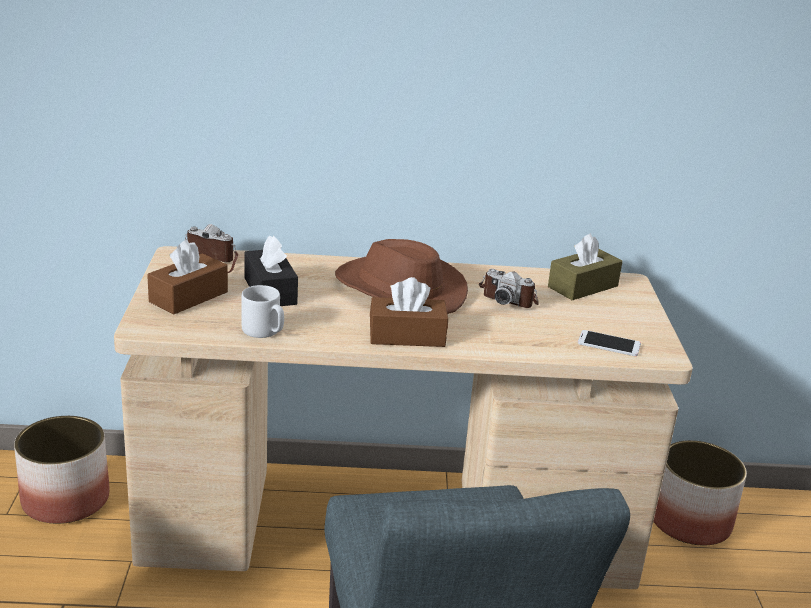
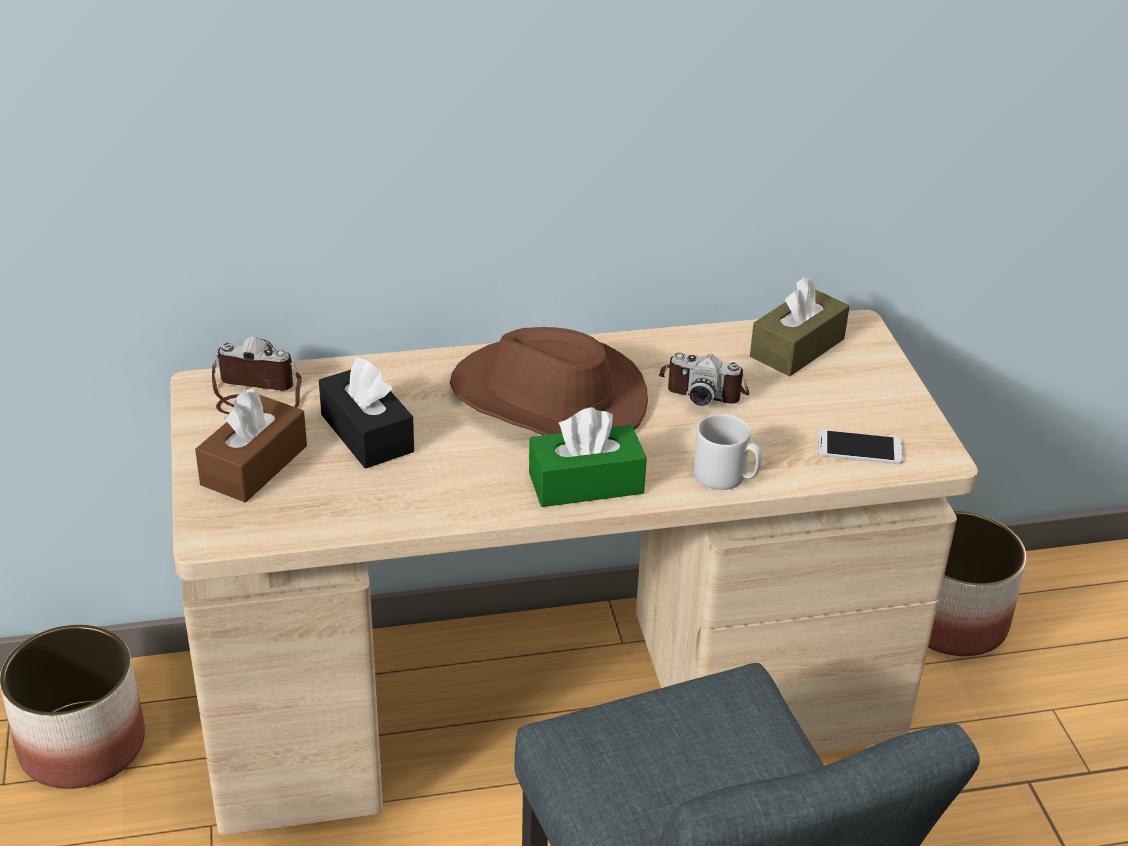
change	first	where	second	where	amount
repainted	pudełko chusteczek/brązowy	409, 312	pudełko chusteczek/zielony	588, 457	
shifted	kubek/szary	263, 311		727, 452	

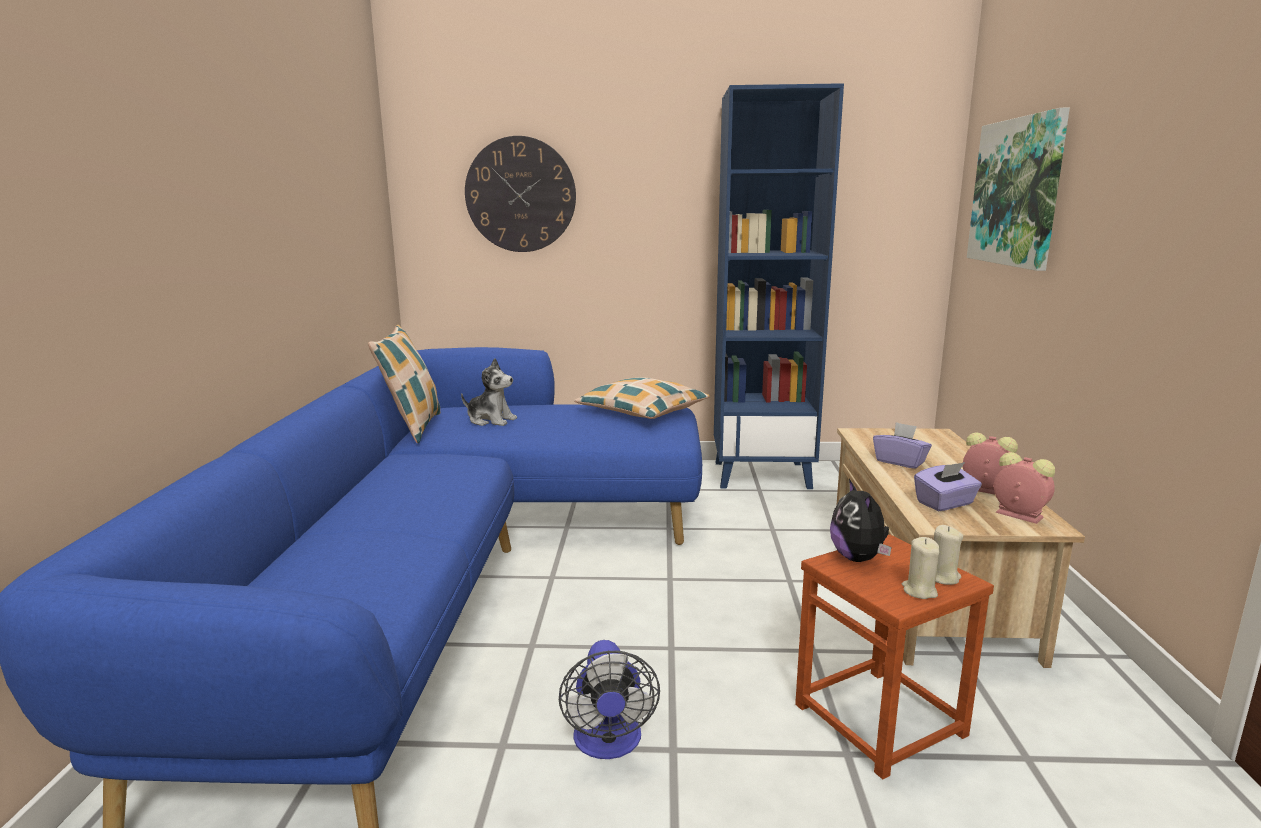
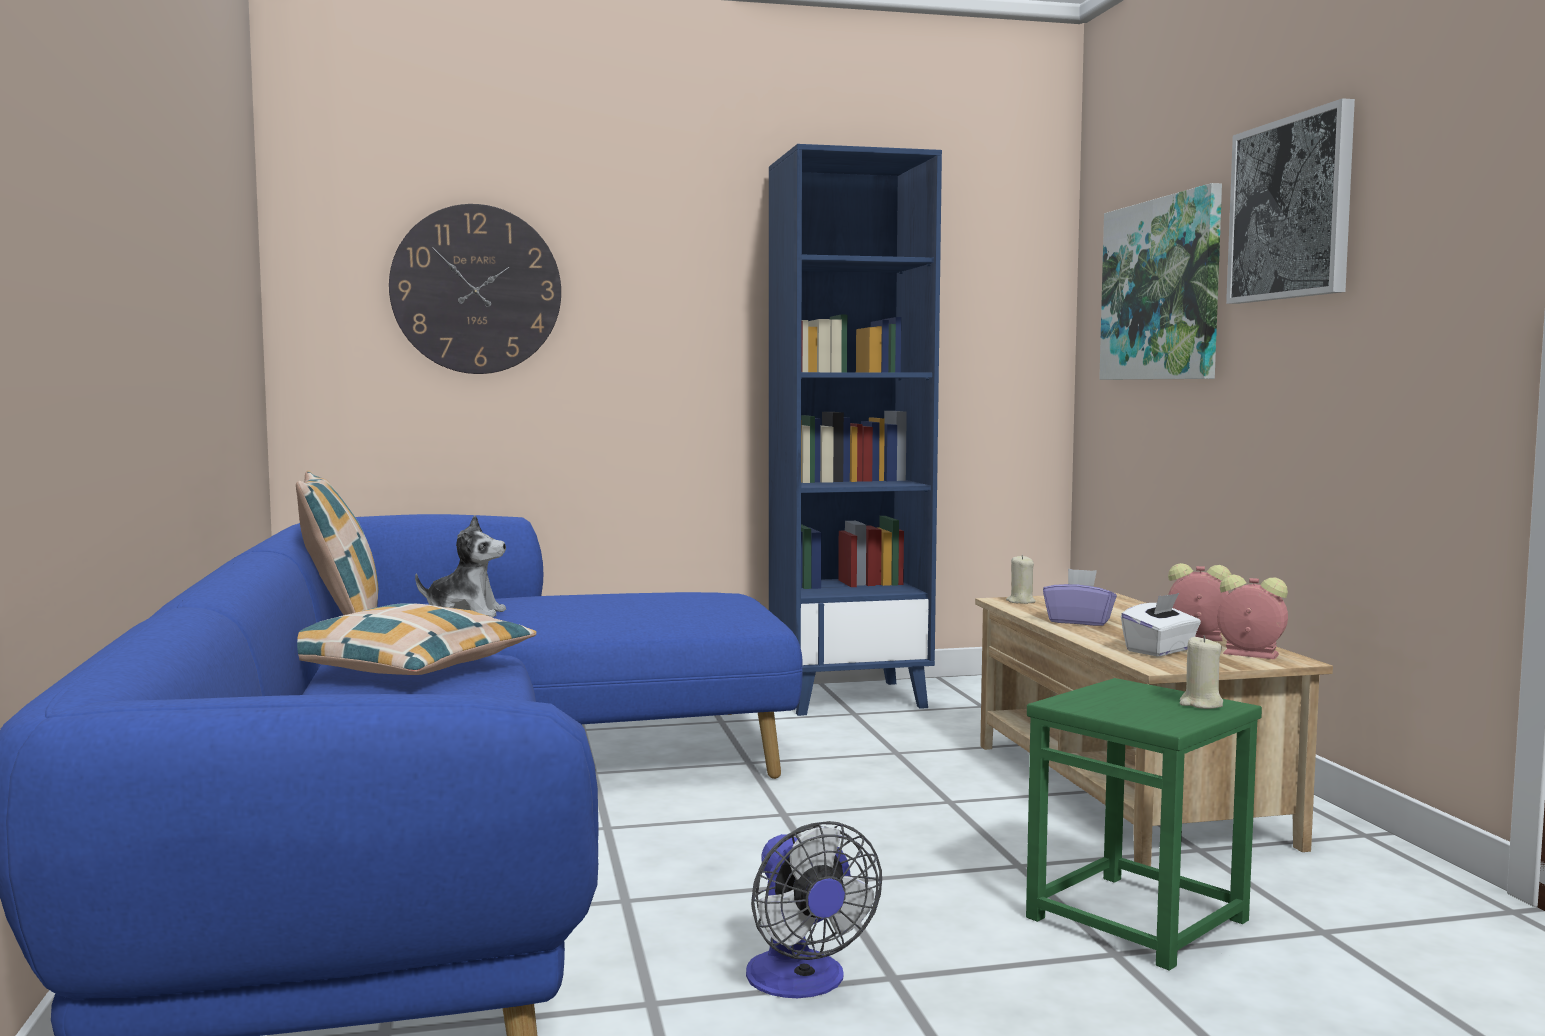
change	first	where	second	where	amount
shifted	poduszka	642, 398		417, 639	
shifted	świeca/beżowy	921, 568		1021, 579	
repainted	stołek/brązowy	894, 657	stołek/zielony	1144, 824	
repainted	pudełko chusteczek/fioletowy	948, 486	pudełko chusteczek/biały	1161, 625	
new			obraz	1290, 201	
gone	pluszak	861, 520			

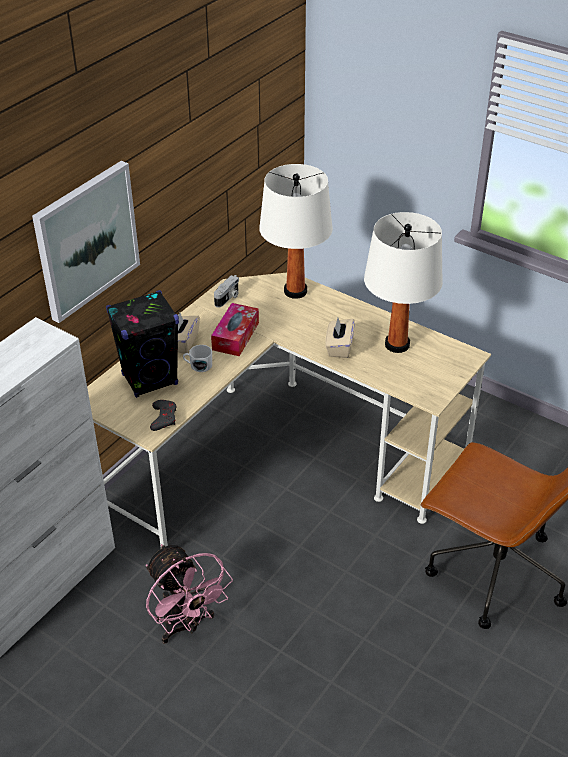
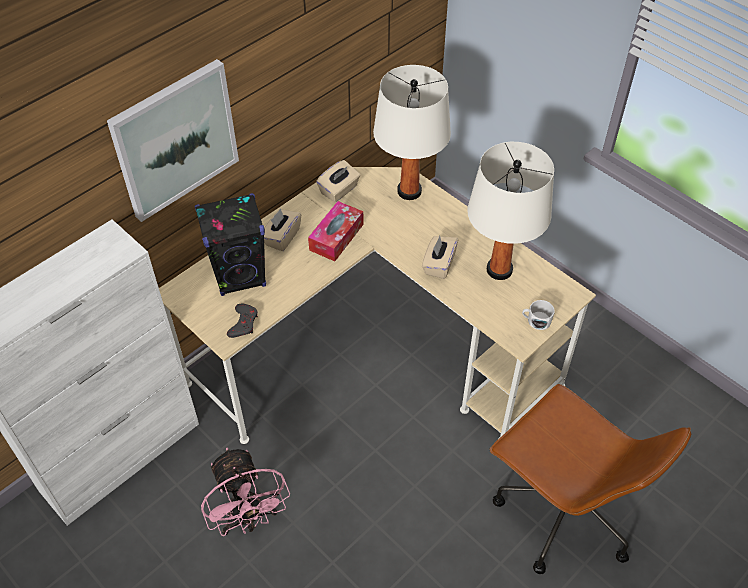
change	first	where	second	where	amount
swapped	aparat fotograficzny	226, 291	pudełko chusteczek/beżowy	338, 181	
shifted	kubek/biały	197, 358		538, 315	

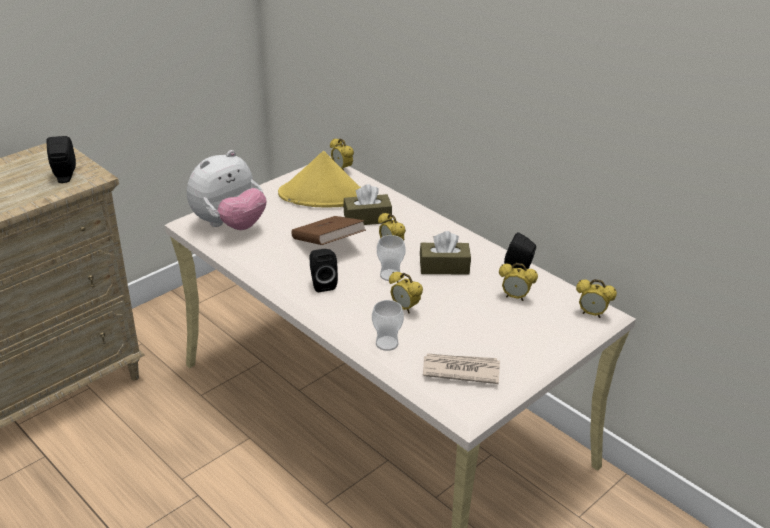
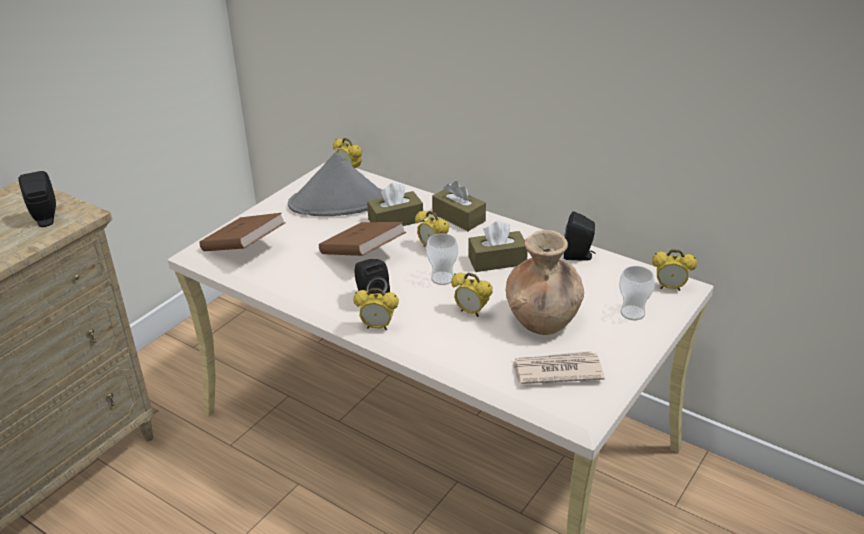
change	first	where	second	where	amount
swapped	pluszak	227, 190	książka/brązowy	242, 232	
repainted	kapelusz/żółty	319, 179	kapelusz/szary	335, 184	
shifted	budzik	518, 282		376, 309	
new			pudełko chusteczek/brązowy	459, 206	
new			wazon/brązowy	545, 282	
shifted	filiżanka	388, 325		637, 293	

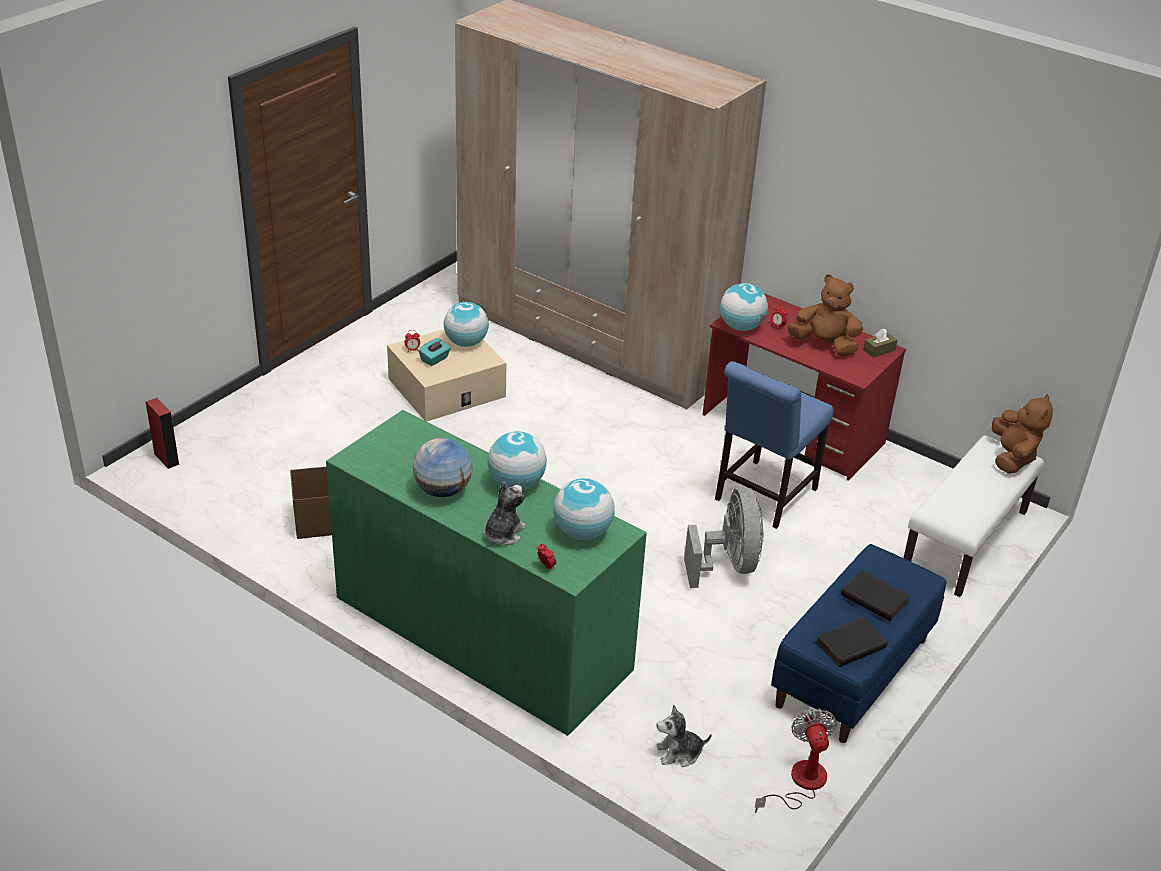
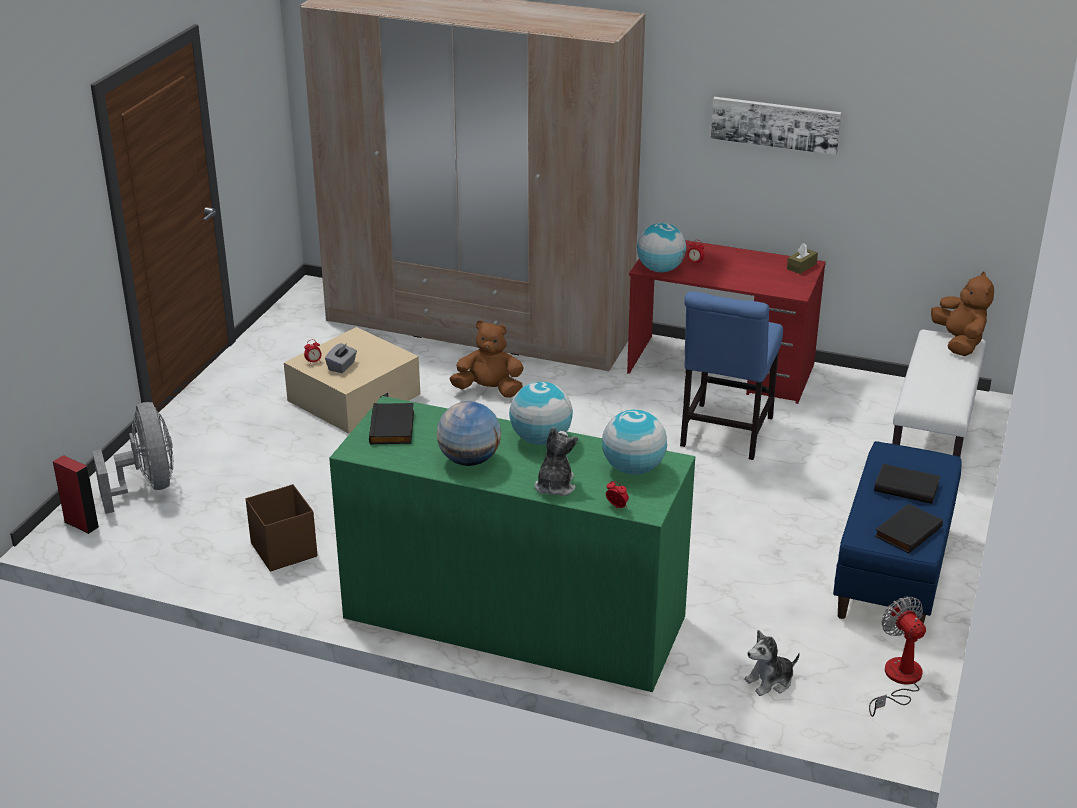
change	first	where	second	where	amount
shifted	wentylator/szary	724, 537		132, 458	
repainted	pudełko chusteczek/turkusowy	434, 352	pudełko chusteczek/szary	341, 358	
new			książka/czarny	391, 424	
shifted	pluszak/brązowy	825, 315		487, 359	
new			obraz	776, 126	
gone	globus	466, 324			

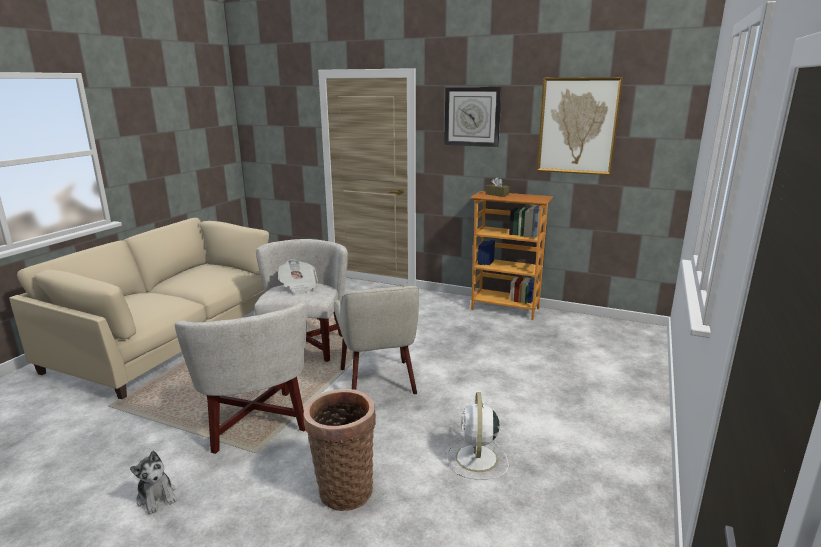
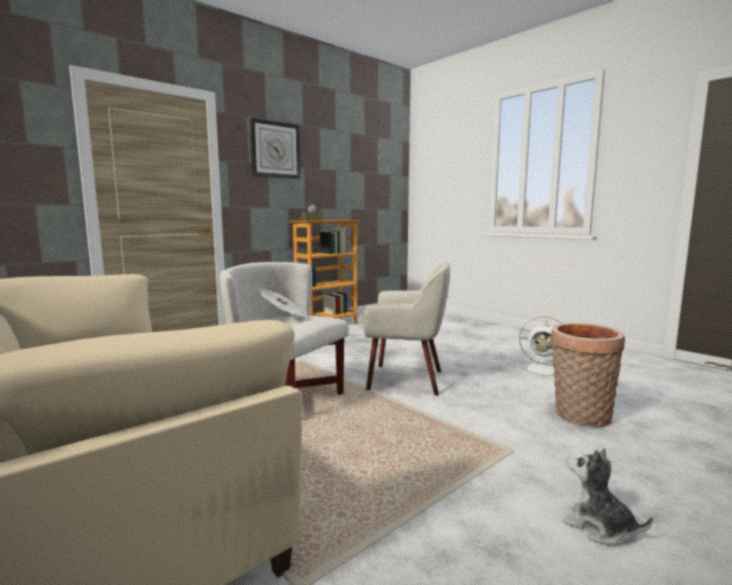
change	first	where	second	where	amount
rotated	pluszak	153, 482		608, 497	120 degrees counterclockwise
gone	fotel/biały	241, 377			
gone	obraz	580, 126			

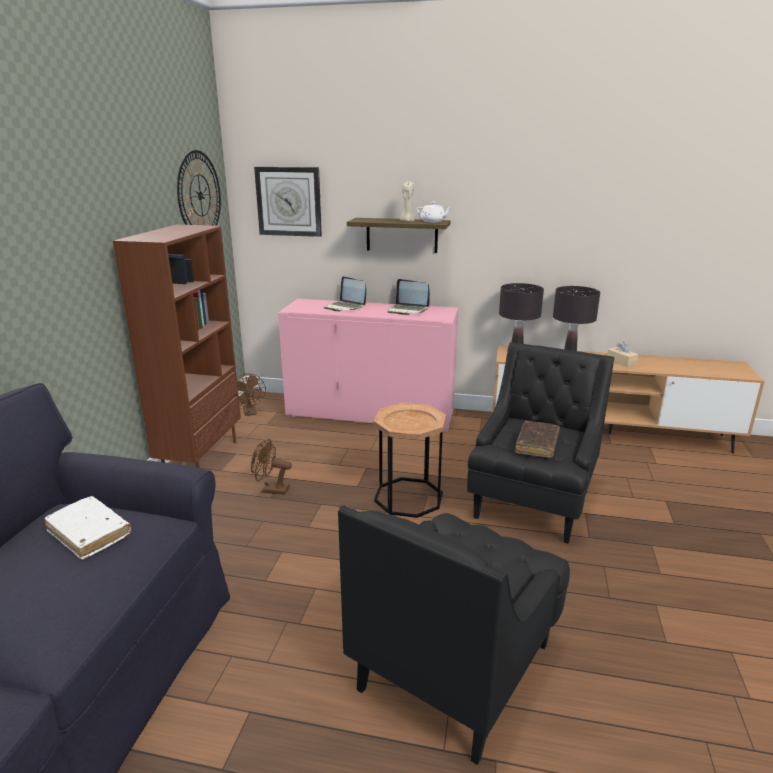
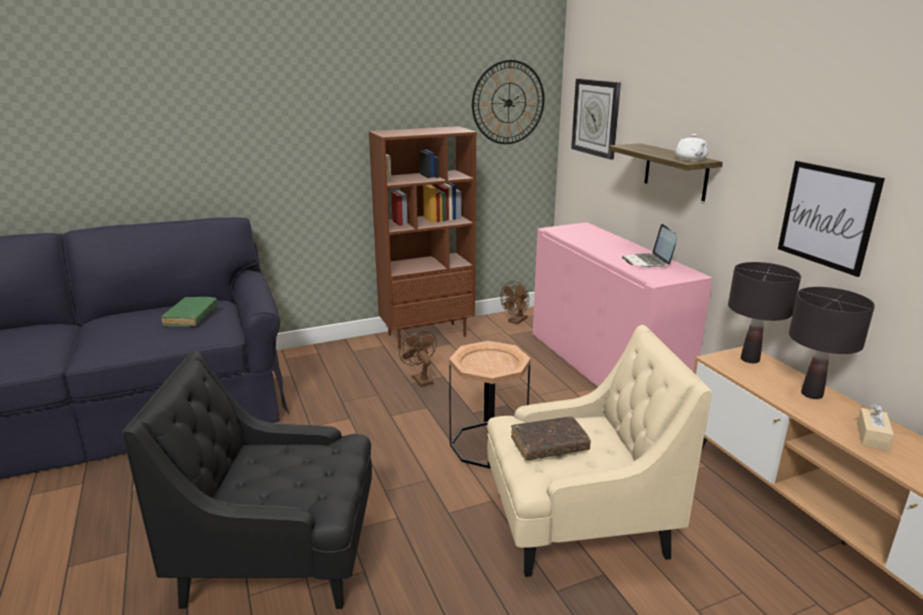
change	first	where	second	where	amount
repainted	książka/biały	88, 528	książka/zielony	189, 312	
repainted	fotel/czarny	540, 442	fotel/beżowy	599, 451	
new			obraz	831, 219	
gone	laptop	345, 293			
gone	świeca/beżowy	407, 201			

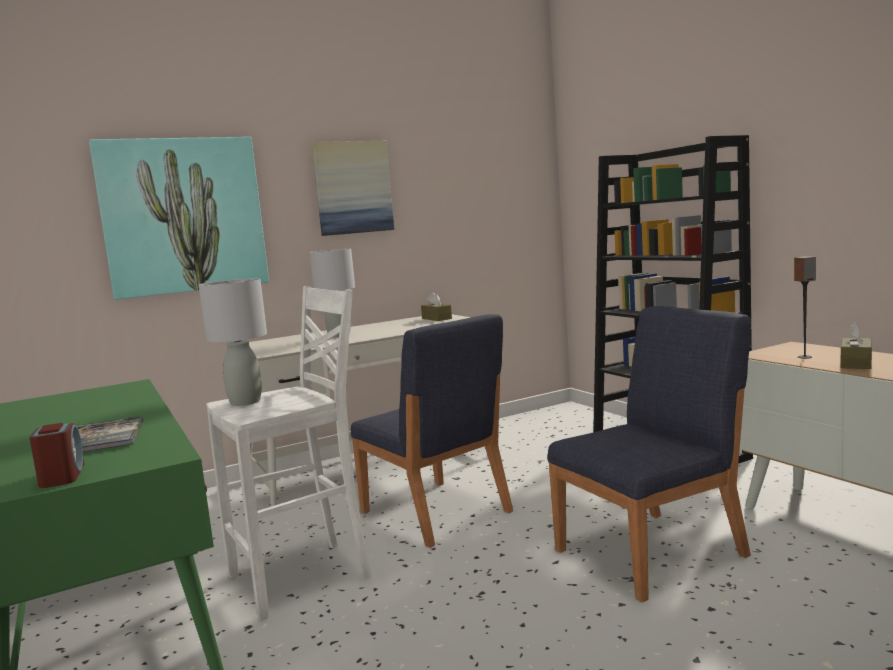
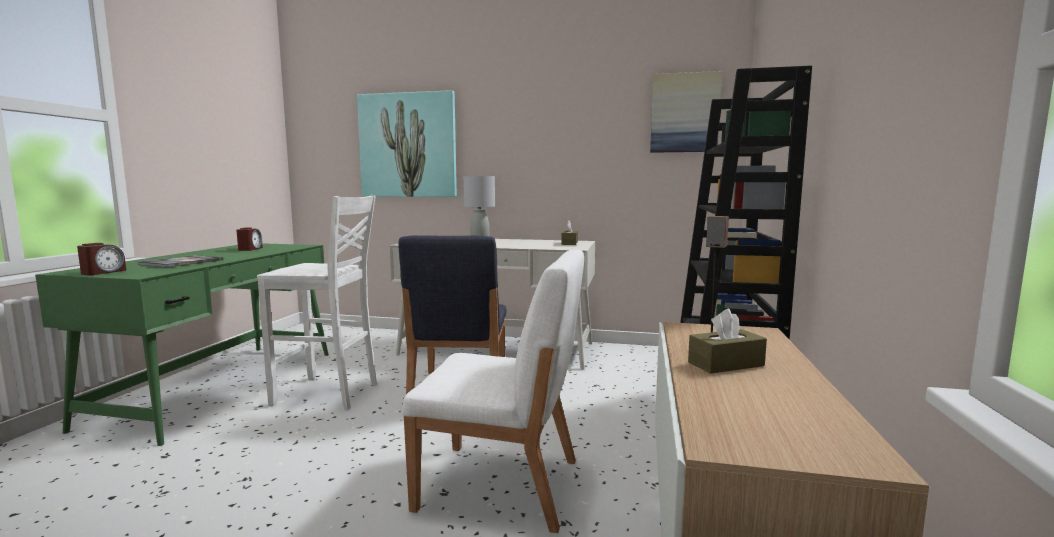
change	first	where	second	where	amount
new			budzik	249, 239	
repainted	krzesło/niebieski	649, 454	krzesło/biały	493, 391	
shifted	obraz	353, 188		686, 112	
gone	lampa stołowa/szary	233, 342			

